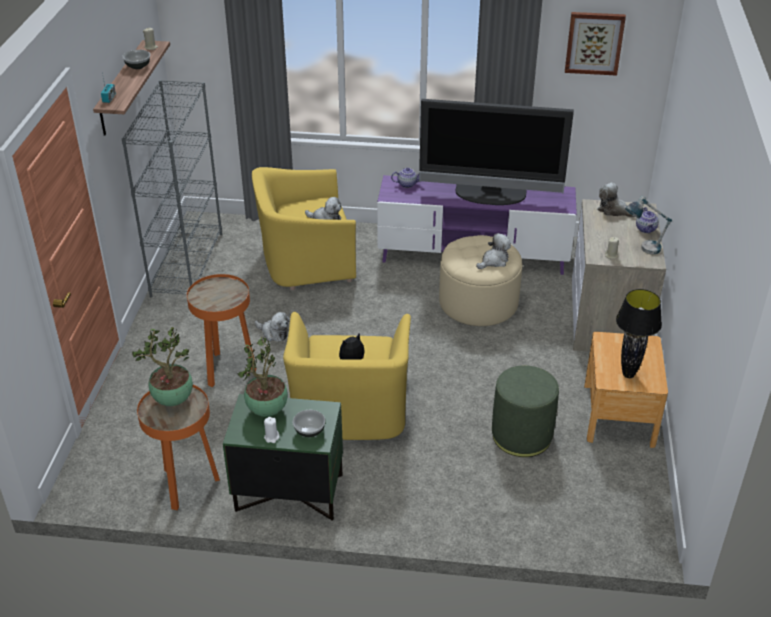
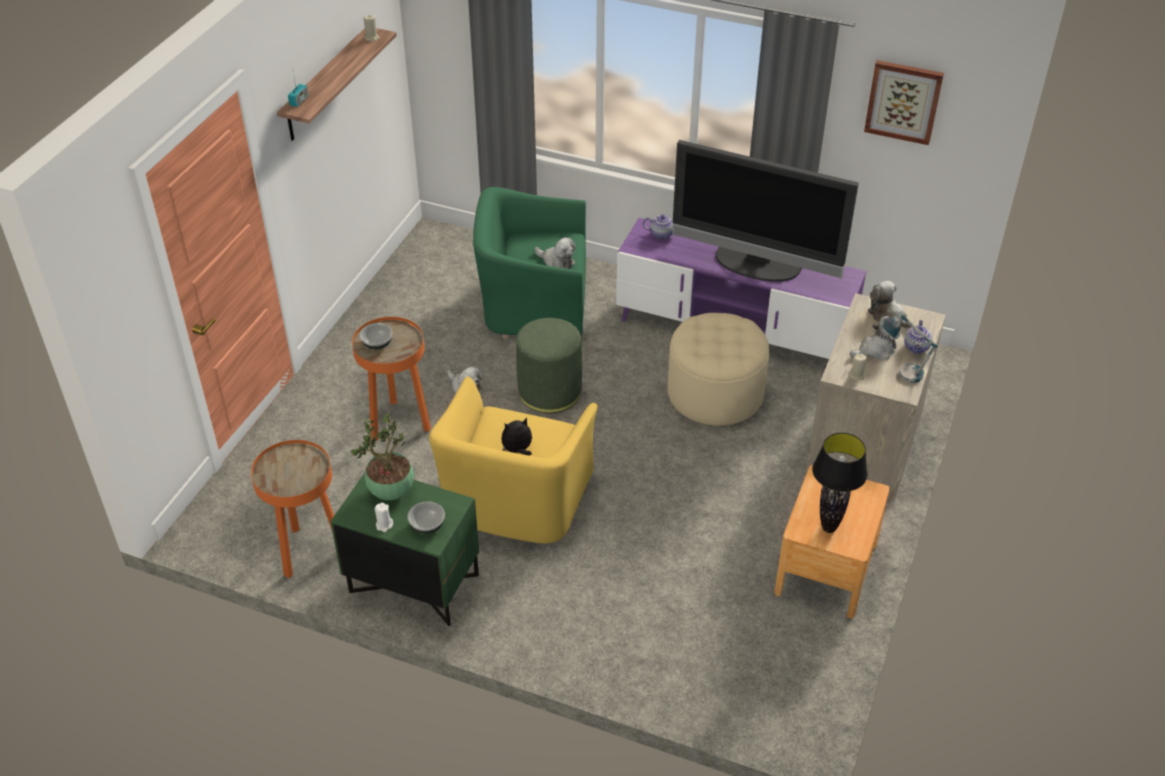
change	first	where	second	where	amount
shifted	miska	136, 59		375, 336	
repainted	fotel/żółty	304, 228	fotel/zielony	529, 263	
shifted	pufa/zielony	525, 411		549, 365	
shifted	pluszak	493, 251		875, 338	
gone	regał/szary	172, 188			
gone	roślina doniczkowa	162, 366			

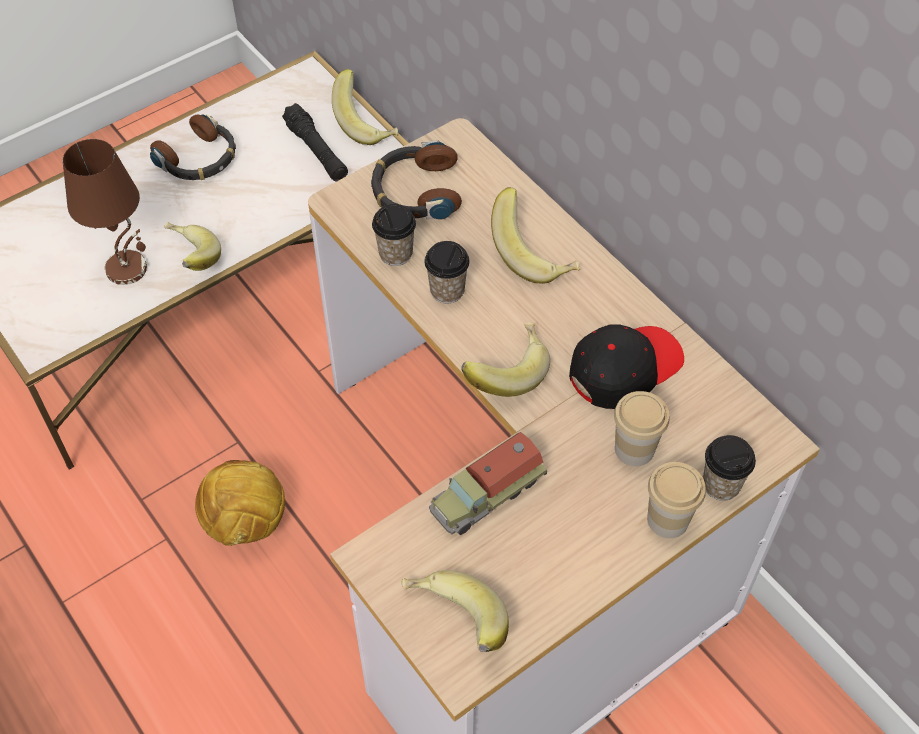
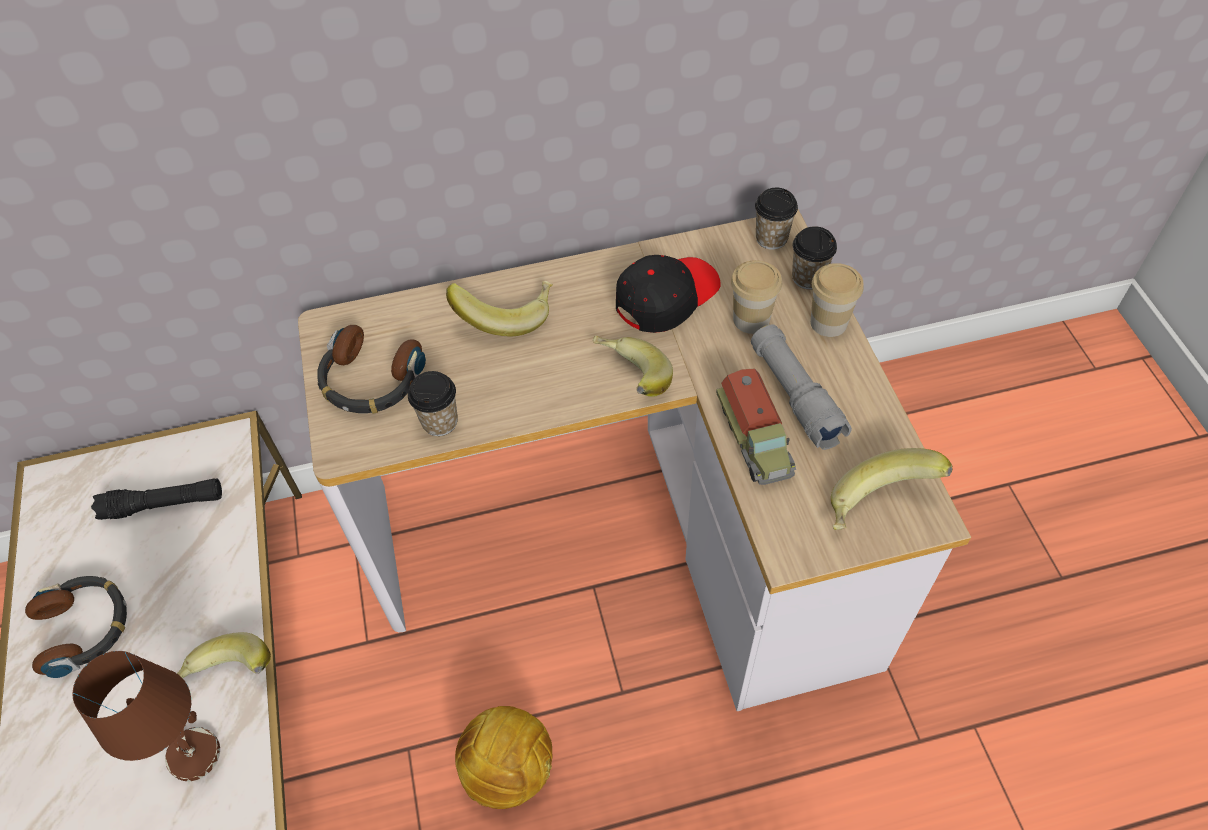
change	first	where	second	where	amount
rotated	czapka z daszkiem/czarny	626, 366		668, 294	60 degrees clockwise
new			latarka/szary	801, 387	
shifted	filiżanka	447, 272		776, 219	
gone	banan	365, 107			

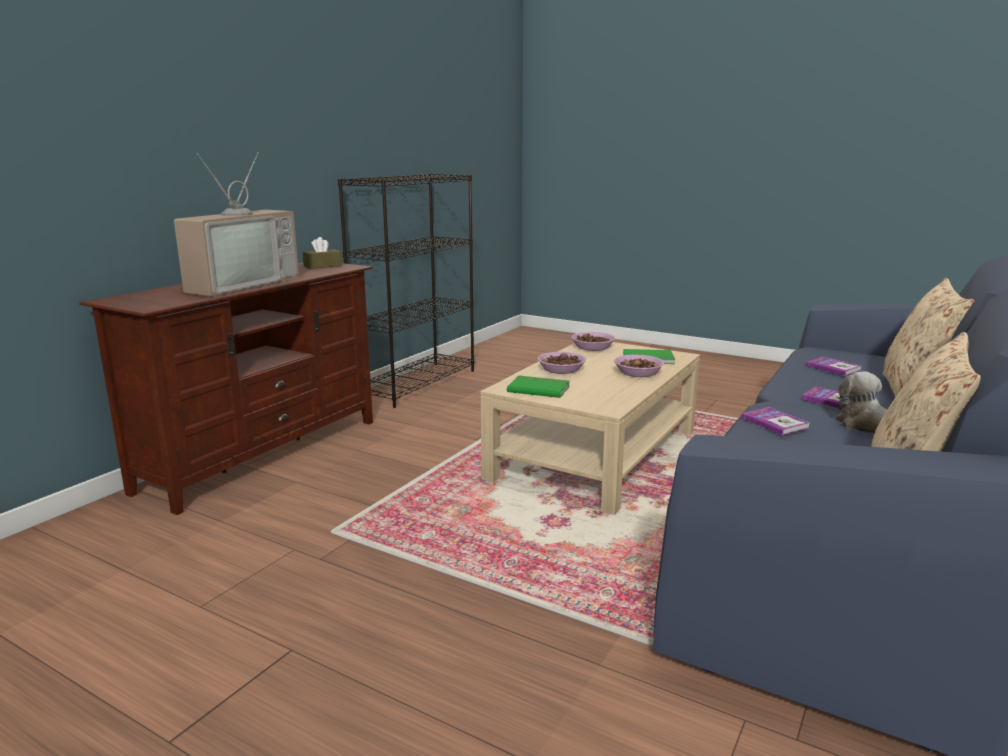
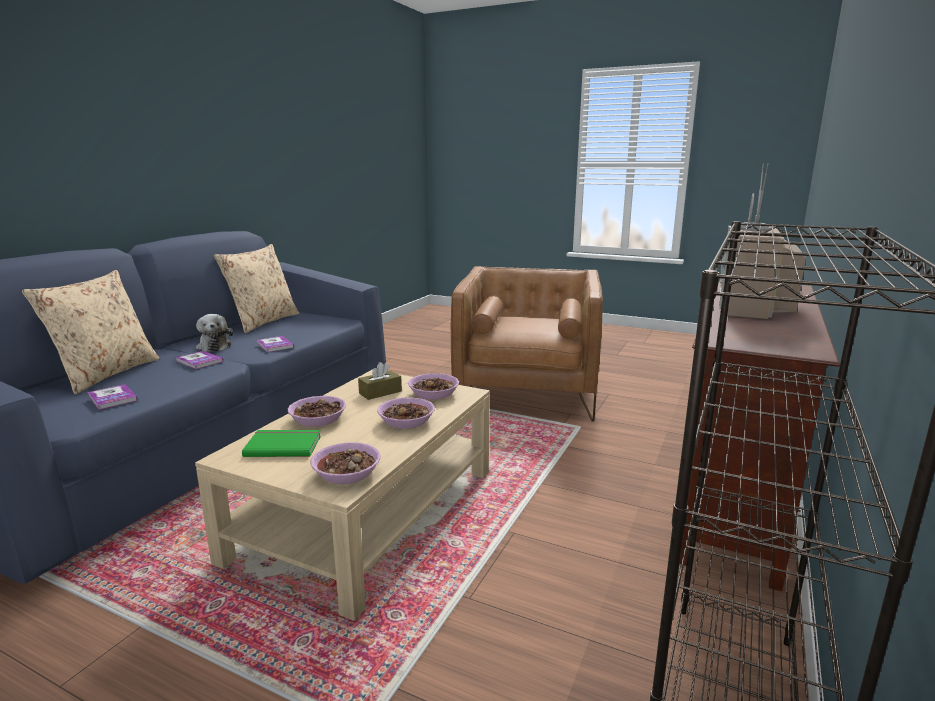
change	first	where	second	where	amount
shifted	pudełko chusteczek/brązowy	322, 253		380, 381	
swapped	książka/zielony	538, 387	miska	433, 386	
new			fotel/brązowy	527, 344	

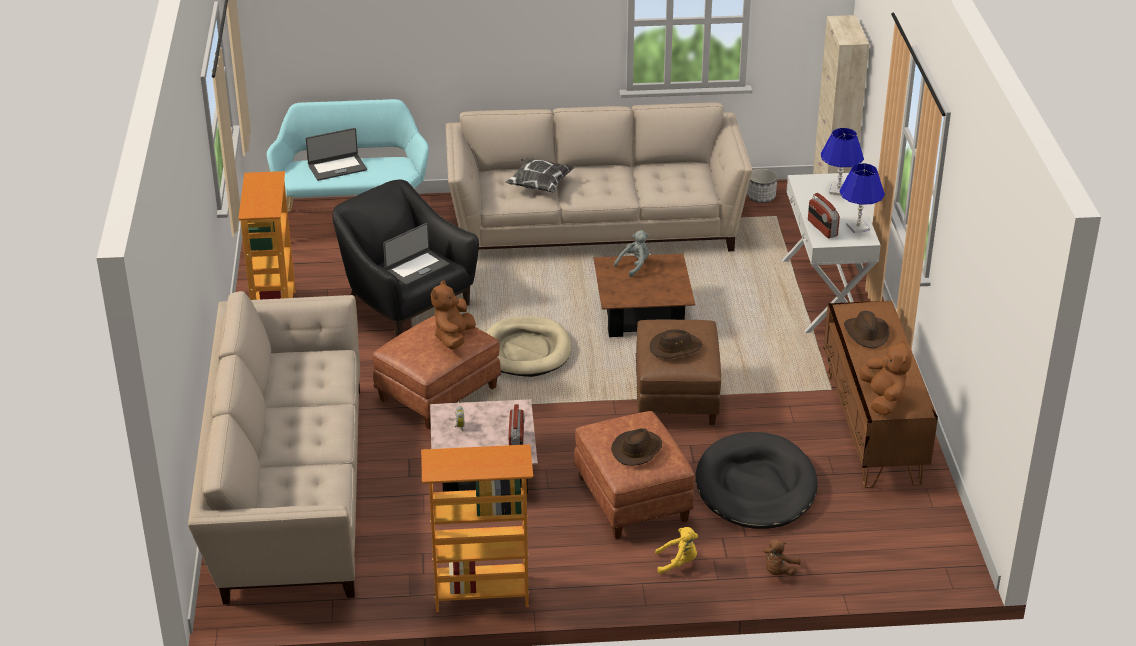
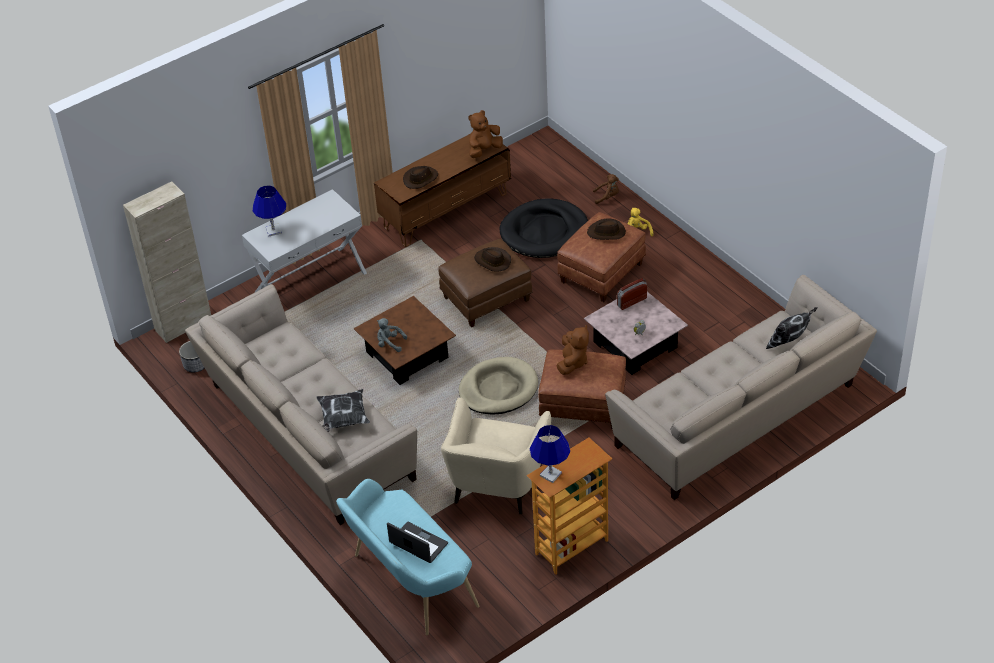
change	first	where	second	where	amount
repainted	fotel/czarny	406, 258	fotel/beżowy	496, 455	
shifted	lampa stołowa/niebieski	862, 198		550, 454	
rotated	pluszak/brązowy	453, 314		573, 350	60 degrees counterclockwise
new			poduszka	792, 328	
gone	laptop	416, 254			
gone	regał	477, 528			
gone	radio	824, 215			

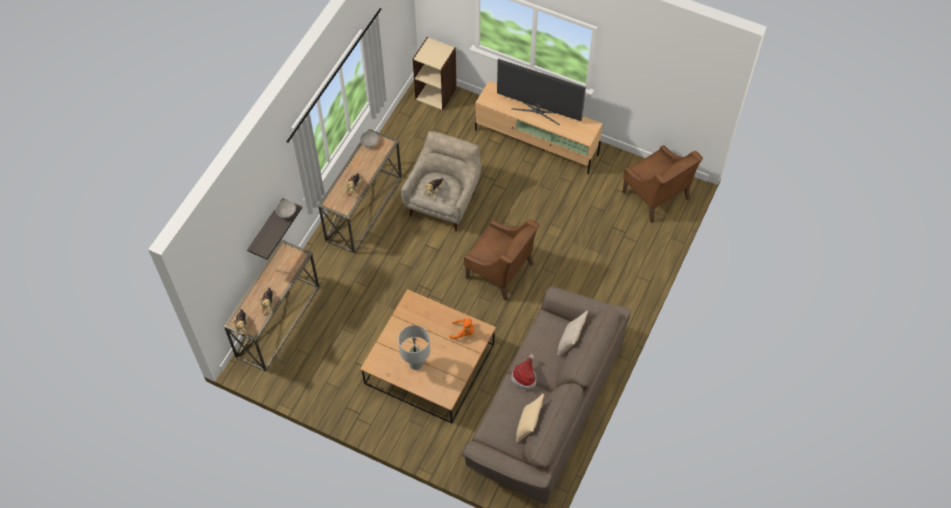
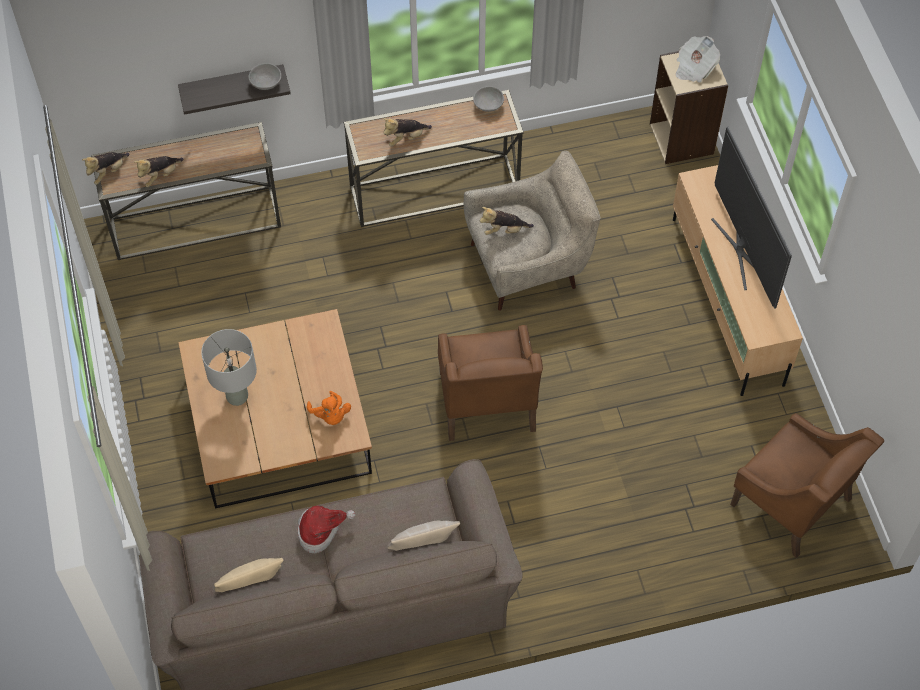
change	first	where	second	where	amount
new			gazeta	697, 59	
rotated	fotel/brązowy	662, 184		807, 485	60 degrees counterclockwise

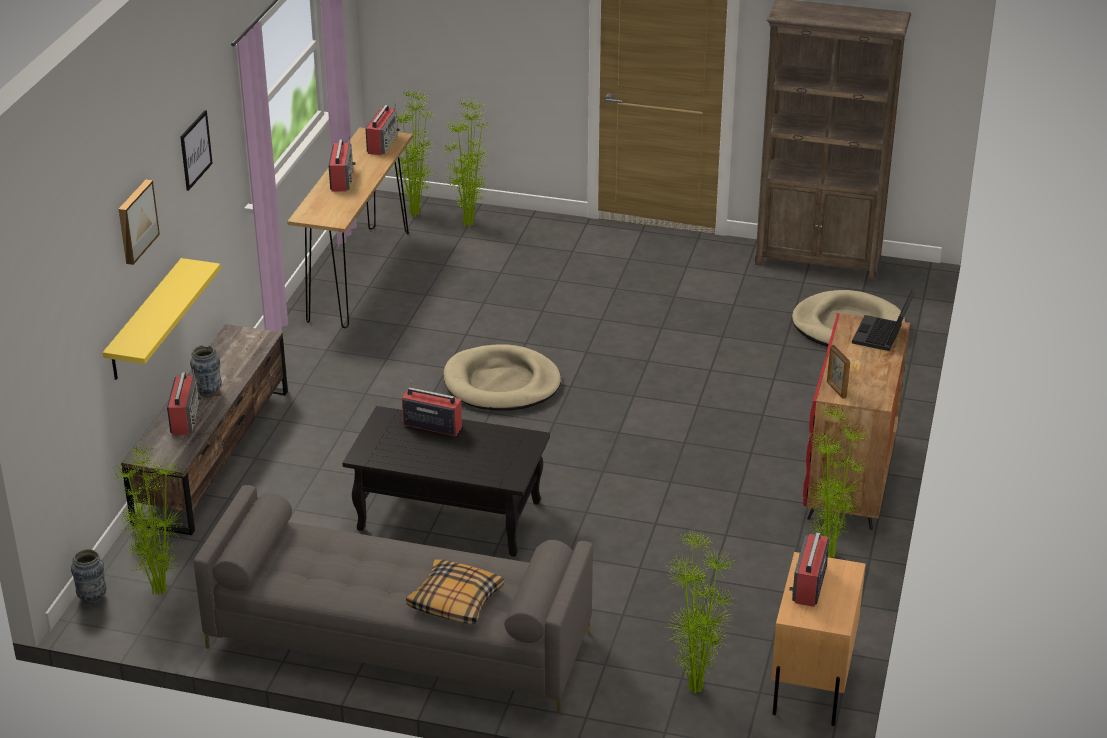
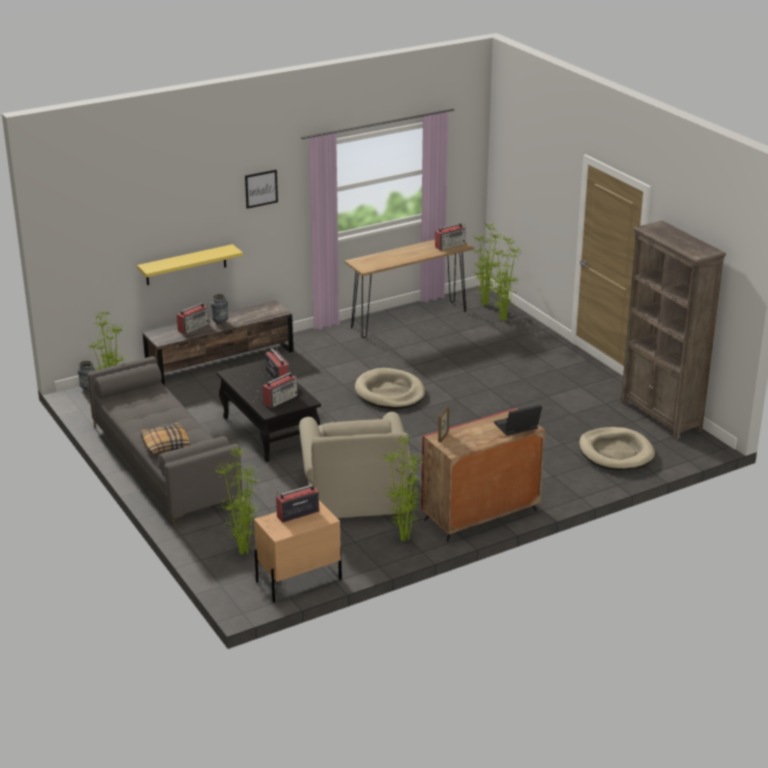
change	first	where	second	where	amount
shifted	radio	342, 164		280, 390	
new			fotel/beżowy	356, 465	
gone	obraz	139, 222			

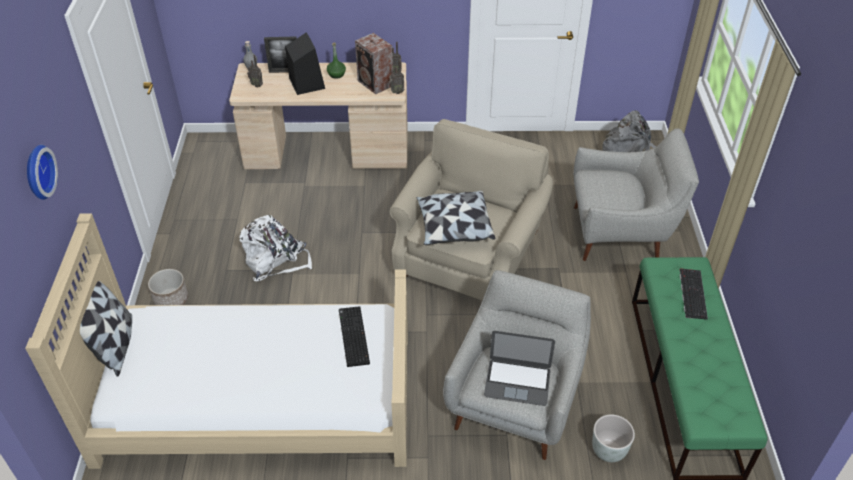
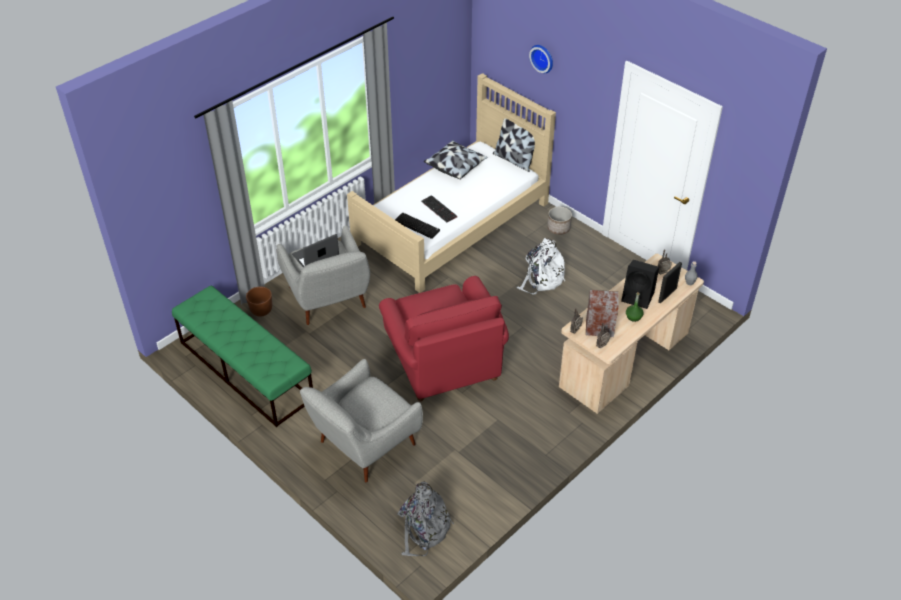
change	first	where	second	where	amount
repainted	donica/szary	613, 438	donica/brązowy	259, 302	
repainted	fotel/beżowy	471, 209	fotel/czerwony	444, 339	
shifted	klawiatura	694, 294		439, 208	
shifted	poduszka	455, 218		456, 159	

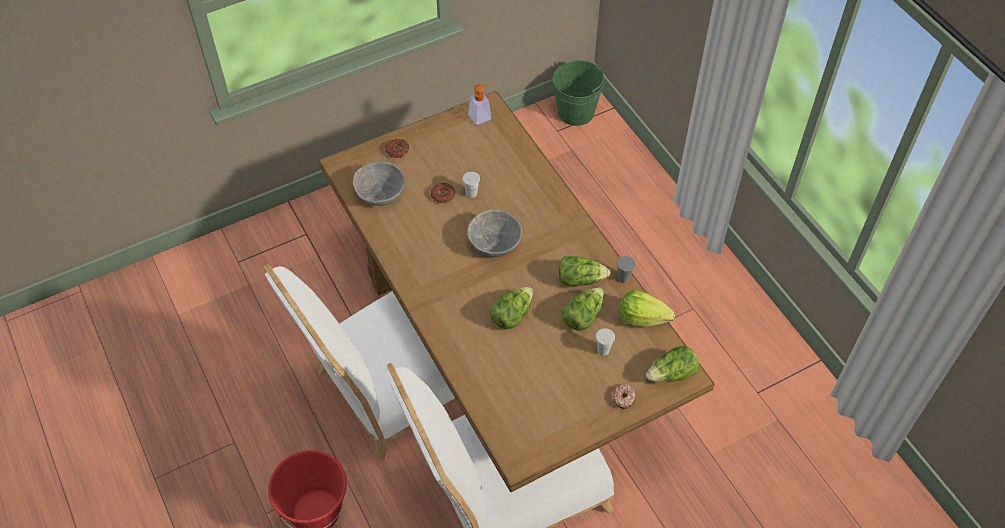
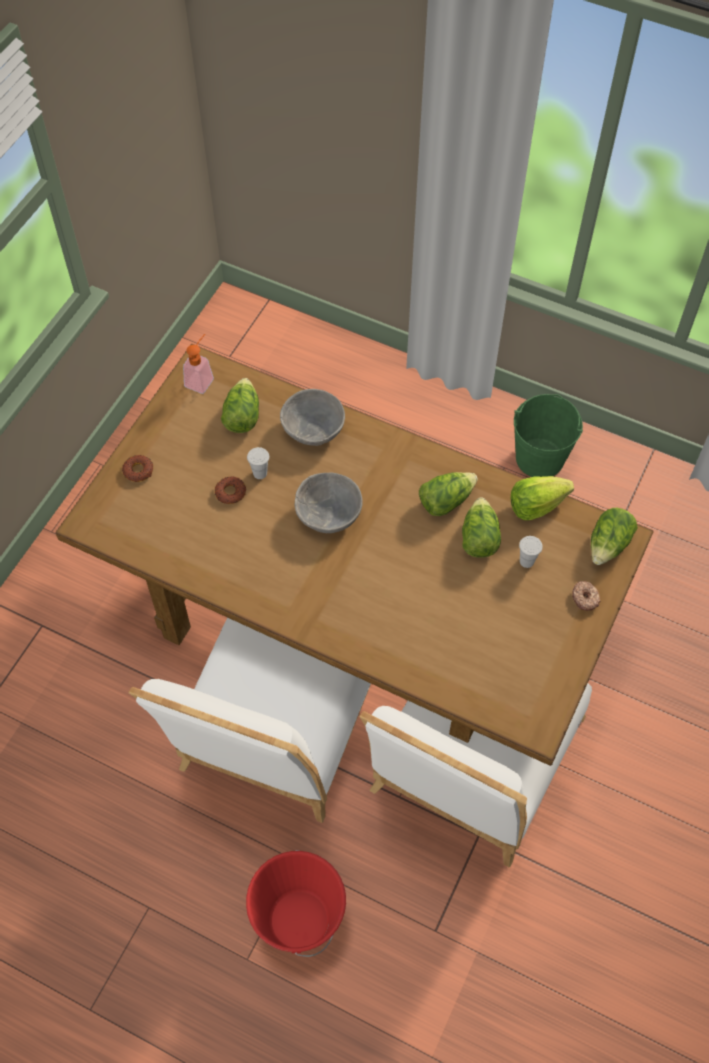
change	first	where	second	where	amount
shifted	sałata	511, 308		240, 405	
shifted	miska/szary	379, 184		312, 417	
shifted	wiadro/zielony	578, 93		548, 435	
gone	filiżanka/szary	626, 269			

